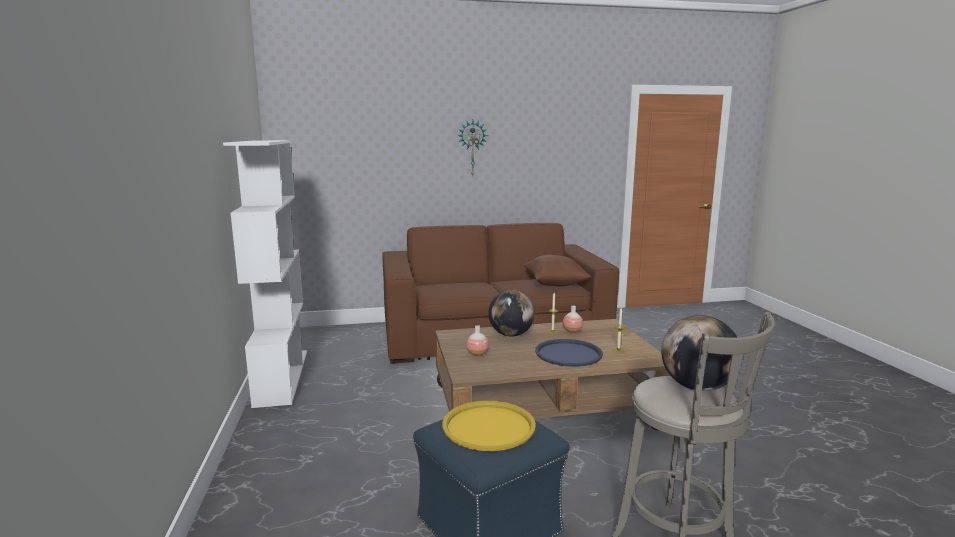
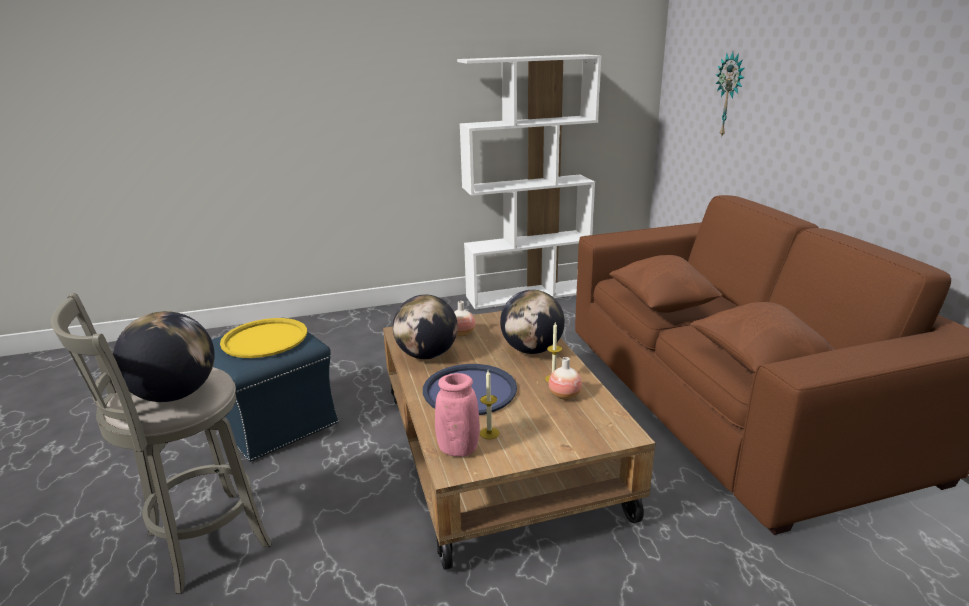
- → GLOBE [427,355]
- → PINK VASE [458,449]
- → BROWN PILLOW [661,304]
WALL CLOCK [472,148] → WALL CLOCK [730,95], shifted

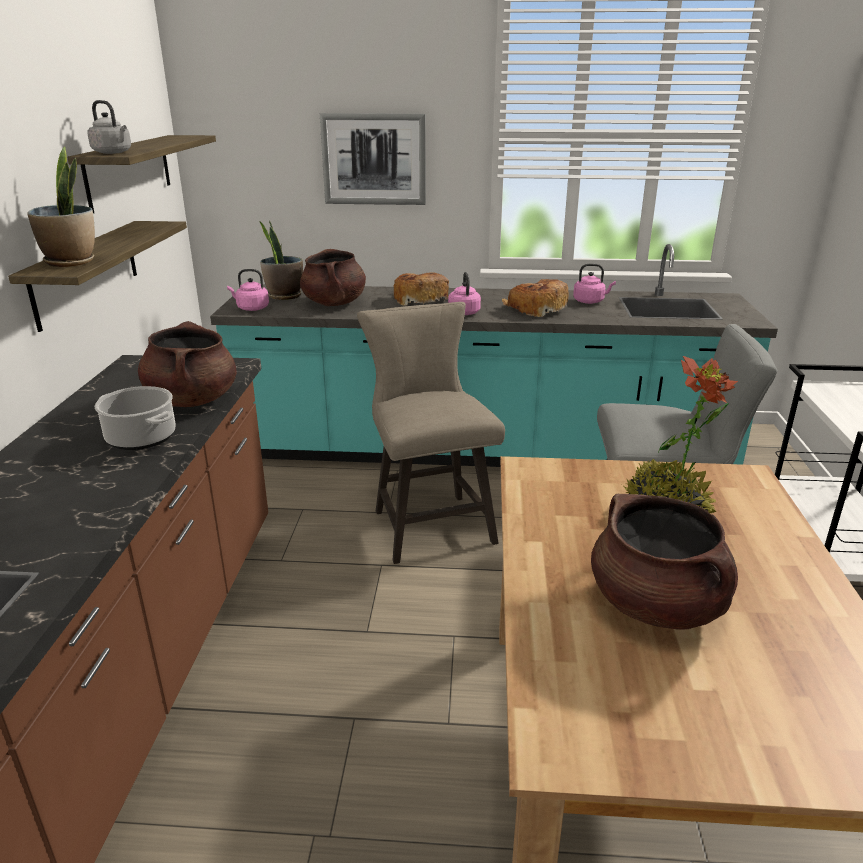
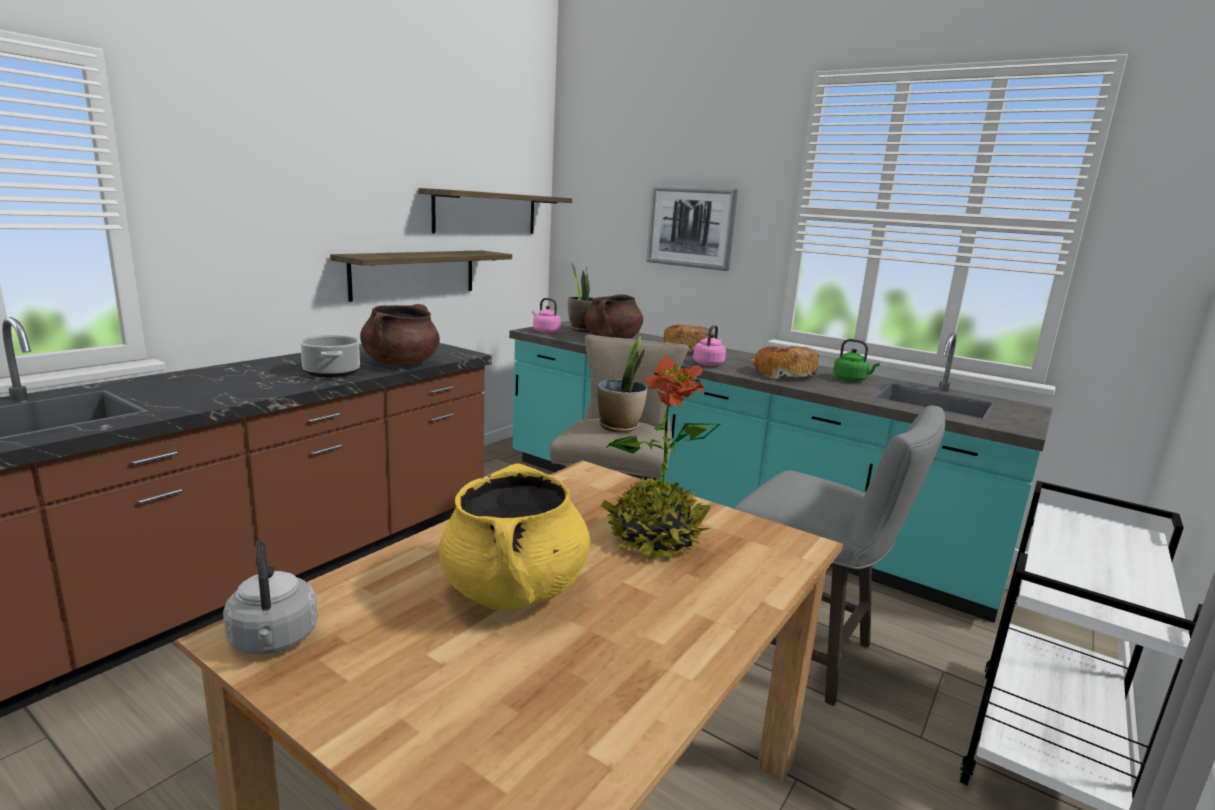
GREY KETTLE [113,152] → GREY KETTLE [274,641], shifted
BROWN COOKING POT [657,605] → YELLOW COOKING POT [514,590]
POTTED PLANT [71,262] → POTTED PLANT [619,427], shifted
PINK KETTLE [590,301] → GREEN KETTLE [851,380]

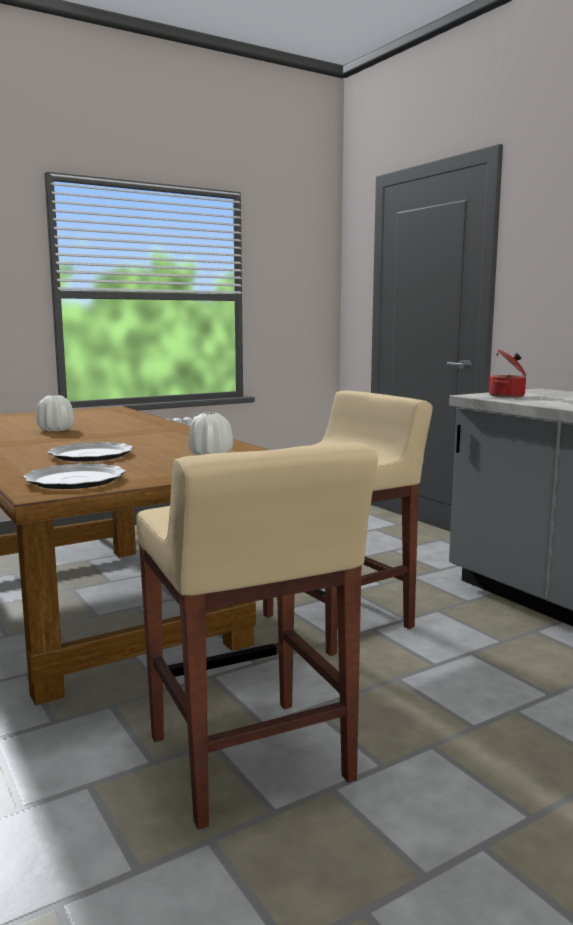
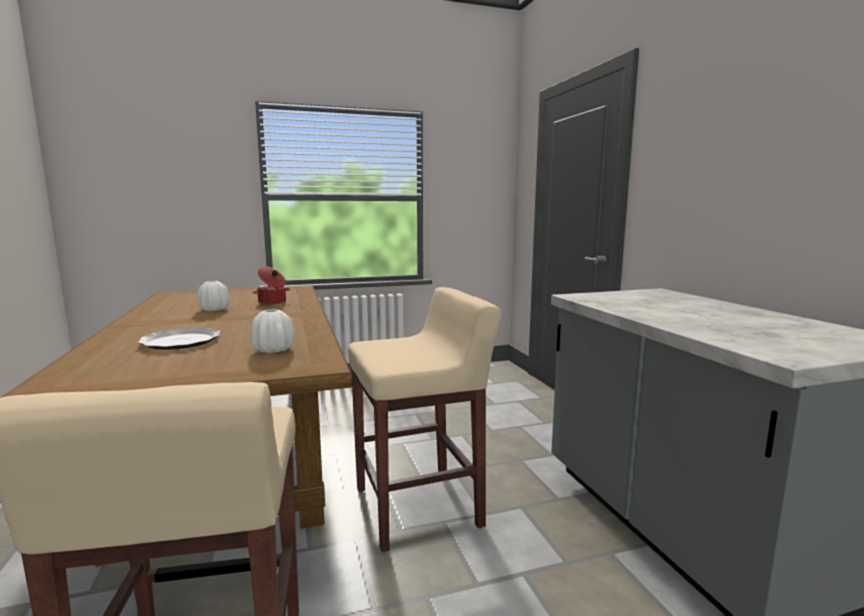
COOKING POT [507,396] → COOKING POT [272,302], shifted
PLATE [74,480] → -

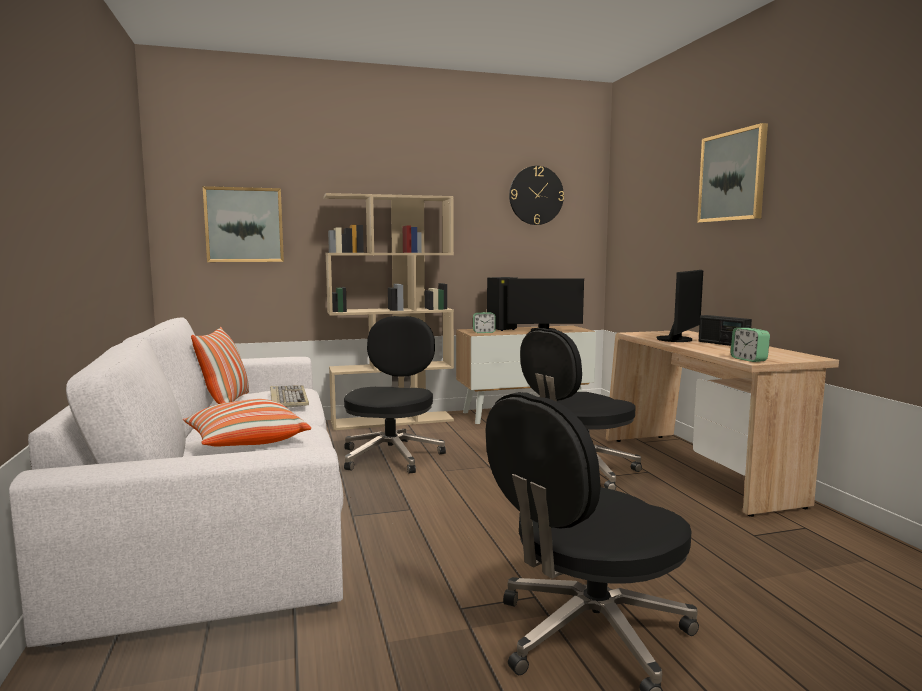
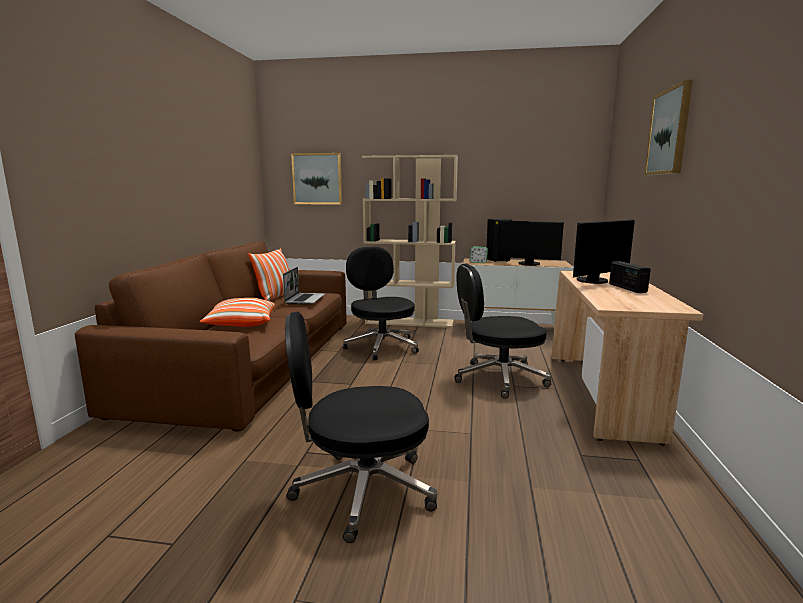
WHITE SOFA [226,507] → BROWN SOFA [252,363]
KEYBOARD [288,399] → LAPTOP [305,299]
BLACK OFFICE CHAIR [392,456] → BLACK OFFICE CHAIR [381,346], 60 degrees counterclockwise
WALL CLOCK [536,195] → -
ALARM CLOCK [748,359] → -

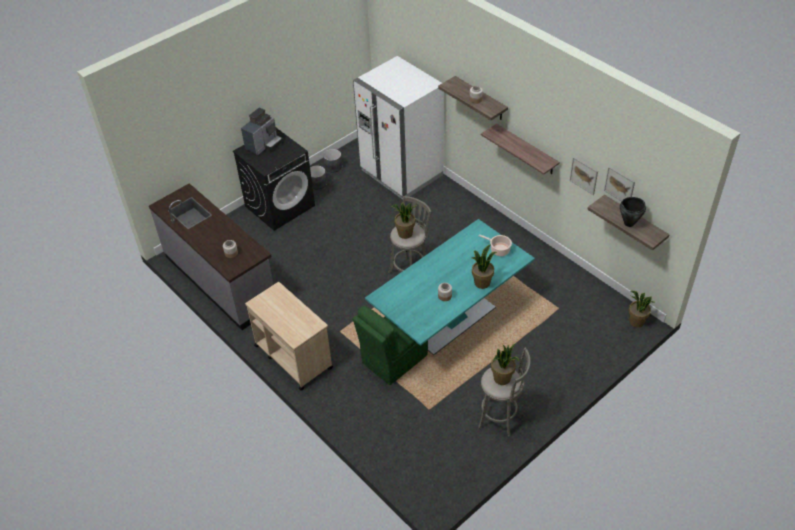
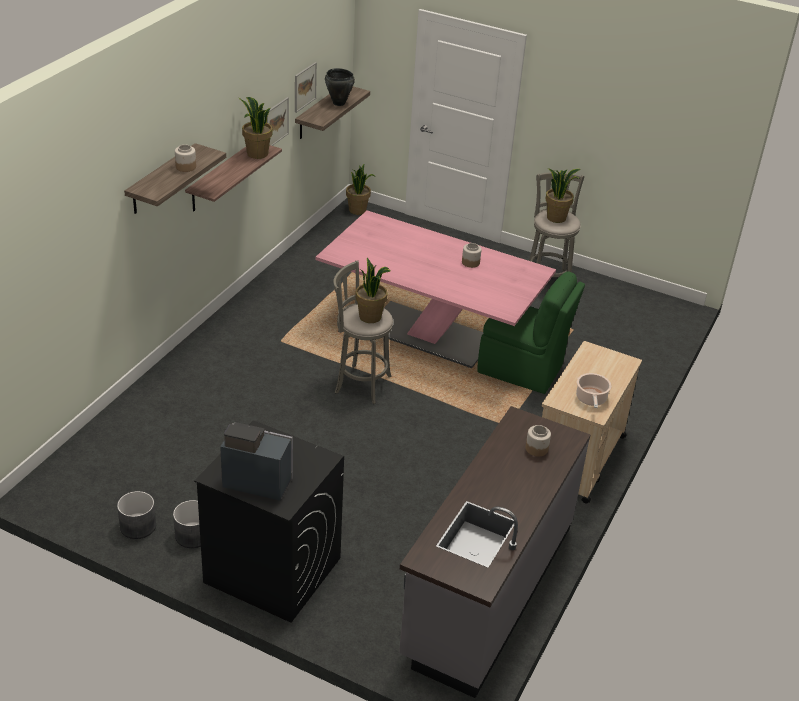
POTTED PLANT [482,282] → POTTED PLANT [257,154], shifted
TURQUOISE DINING TABLE [450,319] → PINK DINING TABLE [429,335]
COOKING POT [498,250] → COOKING POT [591,399], shifted
WHITE FRIDGE [401,173] → -

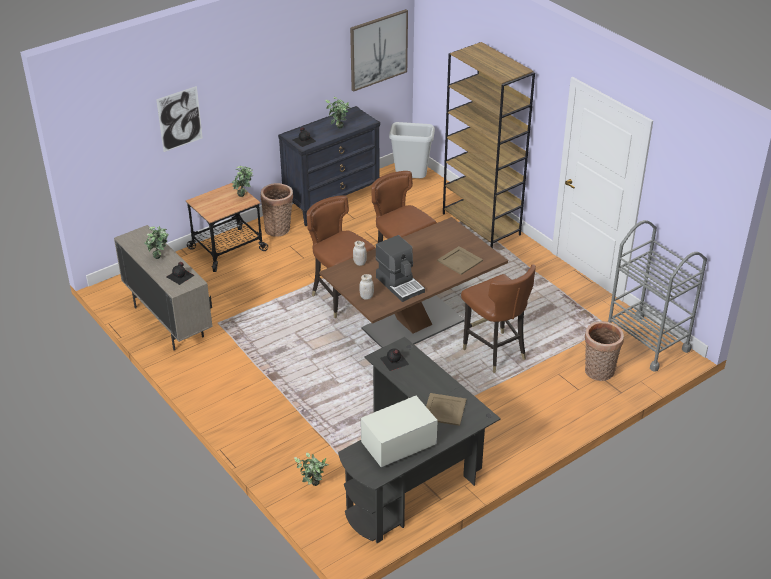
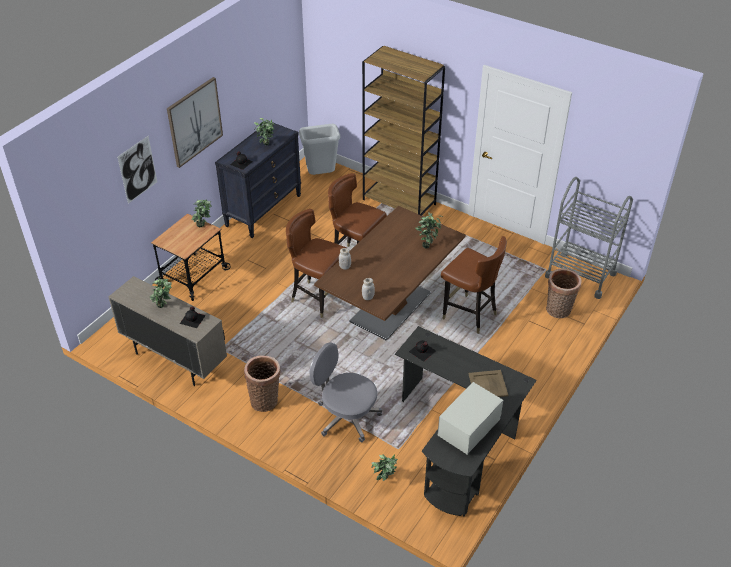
PICTURE [378,49] → PICTURE [194,122], shifted
BASKET [279,229] → BASKET [265,400], shifted
- → GREY OFFICE CHAIR [346,416]
BEIGE TRAY [460,260] → POTTED PLANT [427,244]
COFFEE MACHINE [400,284] → -

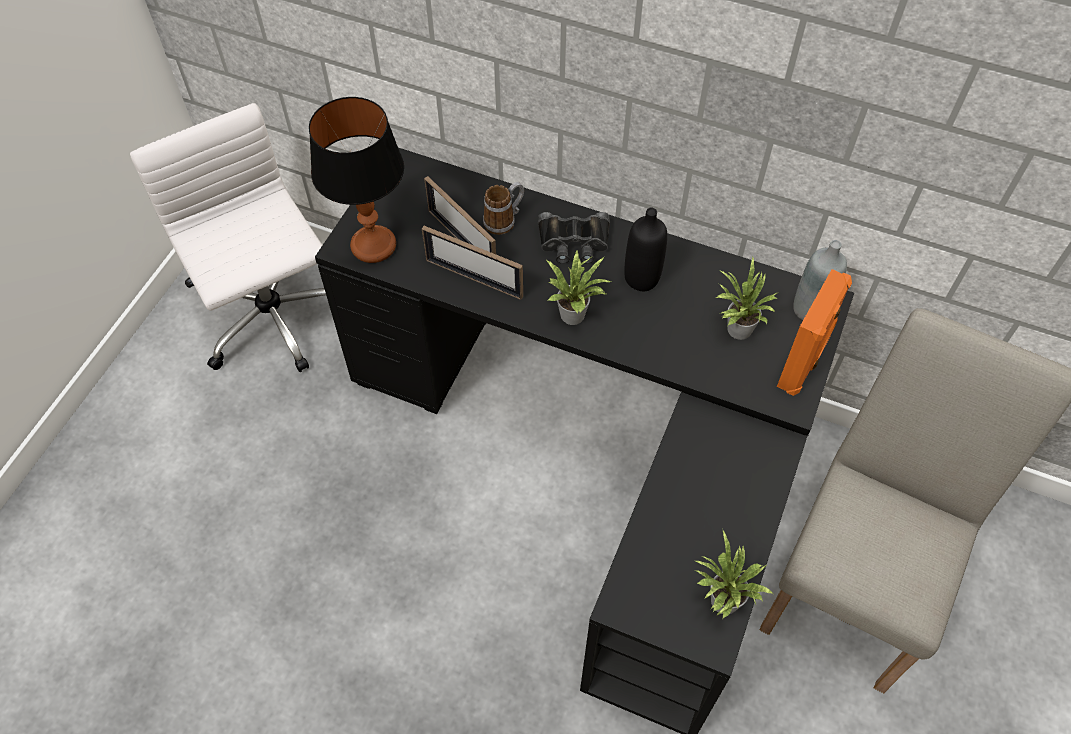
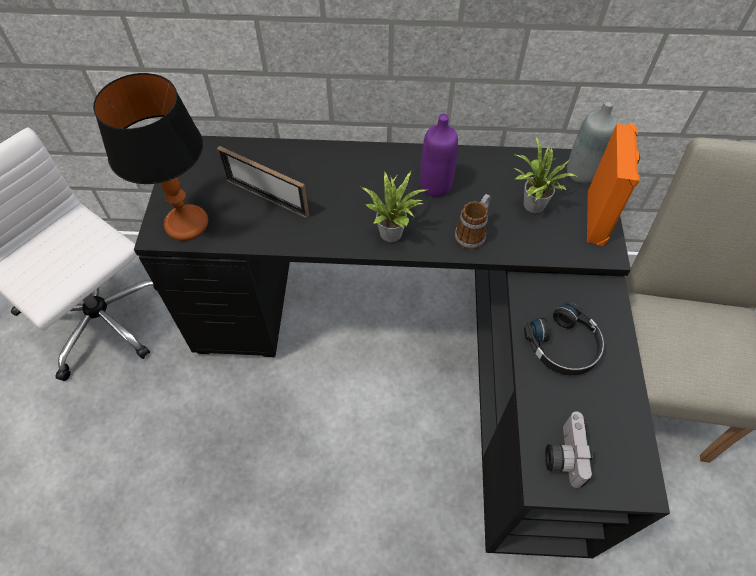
BLACK BOTTLE [642,278] → PURPLE BOTTLE [435,186]
MUG [504,220] → MUG [473,233], shifted
- → BLACK HEADPHONES [564,346]
- → PHOTO CAMERA [562,454]
PICTURE FRAME [474,278] → -
BLACK BINOCULARS [574,242] → -
POTTED PLANT [721,602] → -

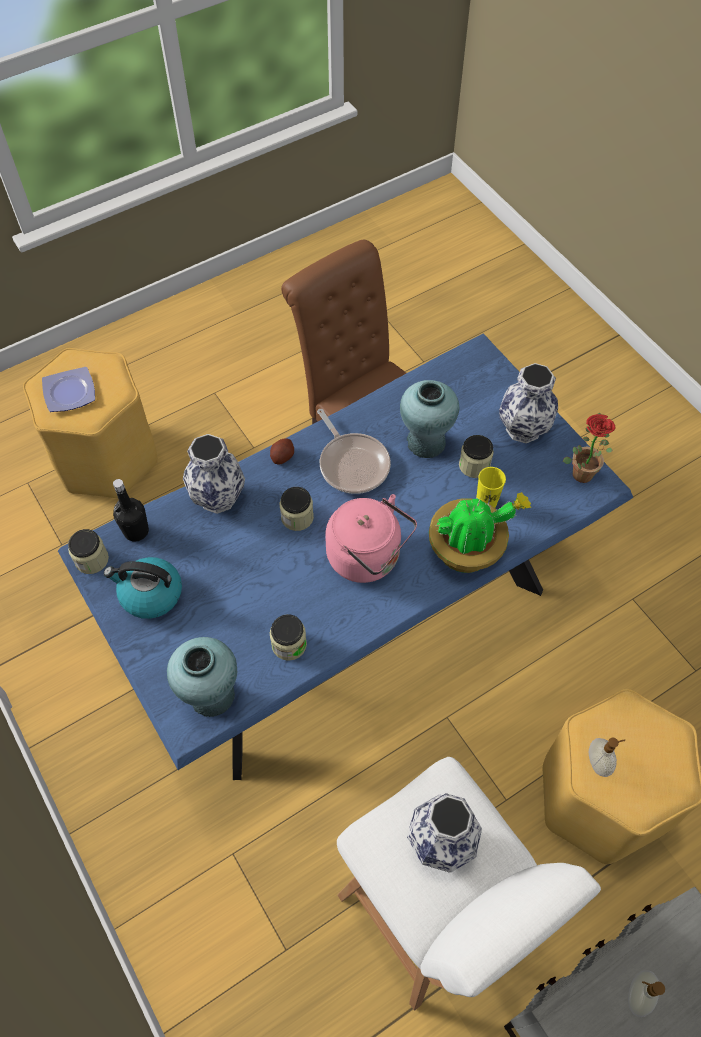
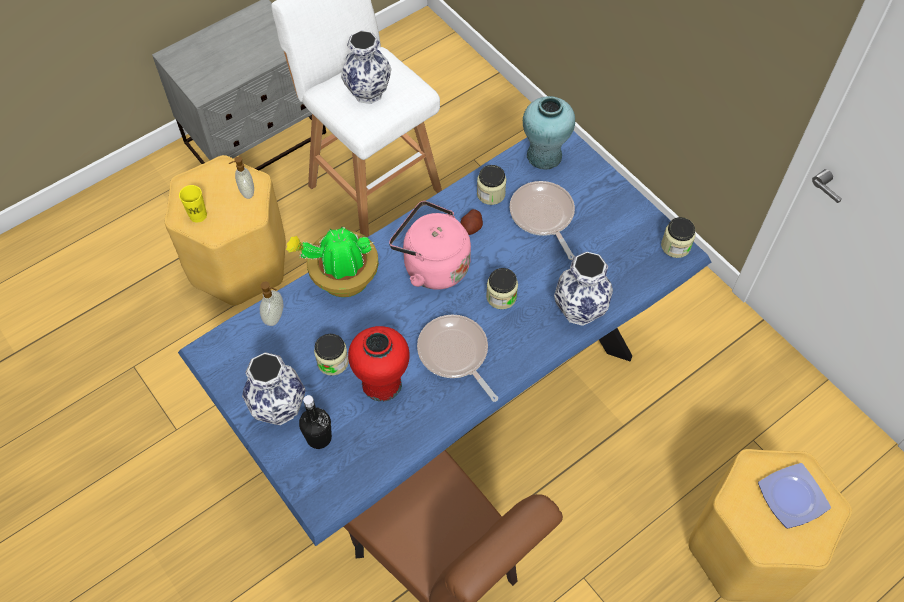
YELLOW CUP [486,501] → YELLOW CUP [198,215], shifted
SOAP DISPENSER [635,994] → SOAP DISPENSER [275,317], shifted
BLACK BOTTLE [136,531] → BLACK BOTTLE [319,437], shifted
TURQUOISE VASE [426,443] → RED VASE [381,383]
POTATO [282,456] → POTATO [471,227], shifted
- → FRYING PAN [543,216]
KETTLE [150,594] → -
POTTED PLANT [581,470] → -

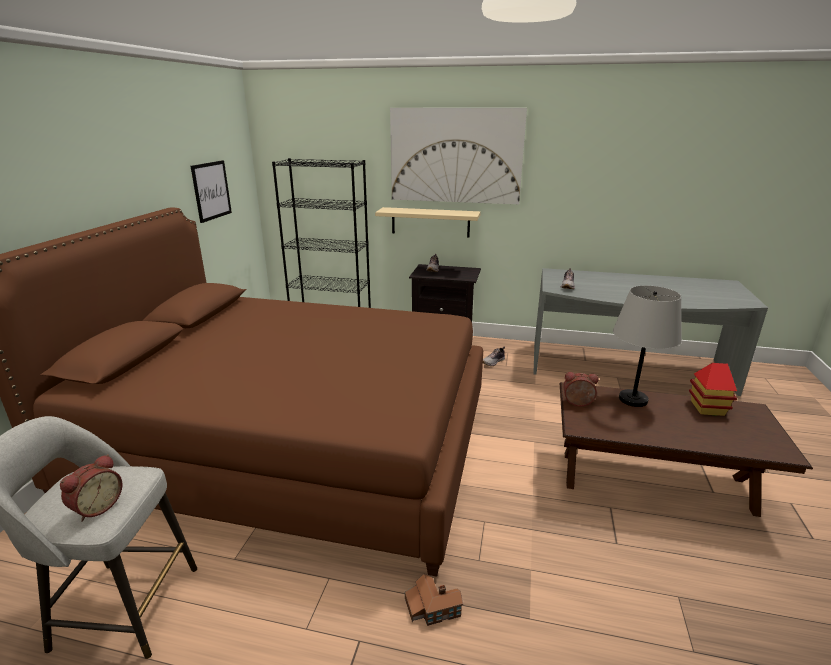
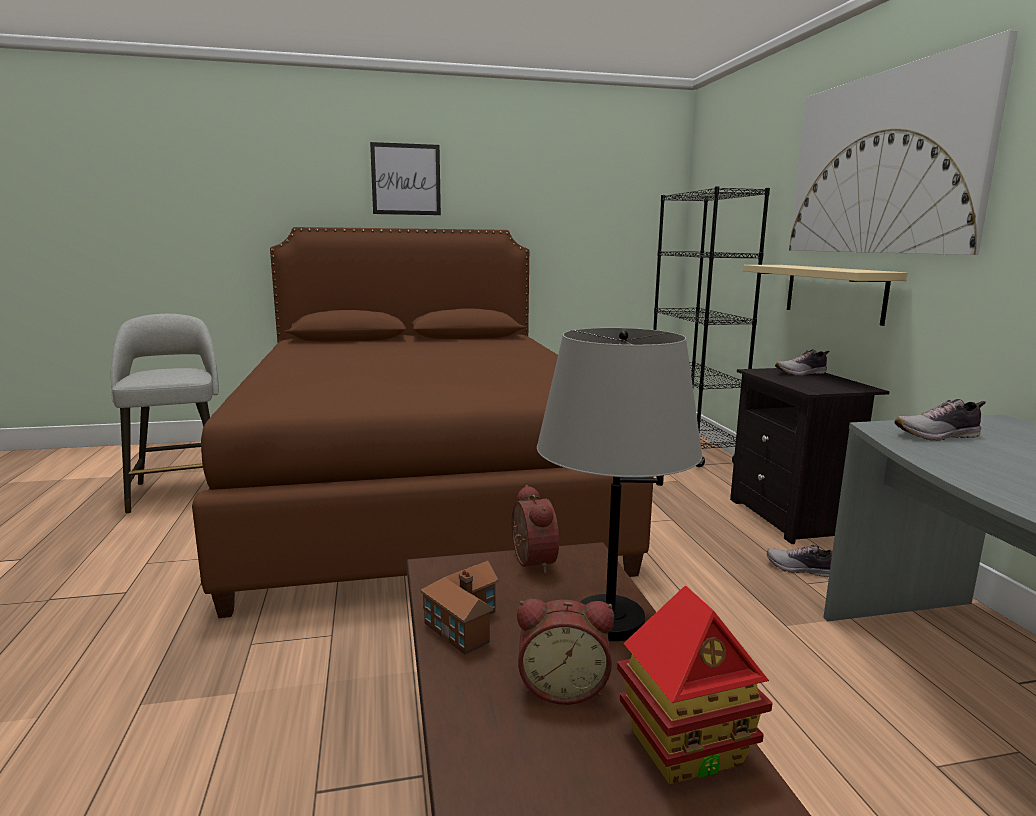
PICTURE [211,190] → PICTURE [406,179], shifted
TOY HOUSE [432,608] → TOY HOUSE [462,620], shifted
ALARM CLOCK [97,507] → ALARM CLOCK [563,686], shifted

